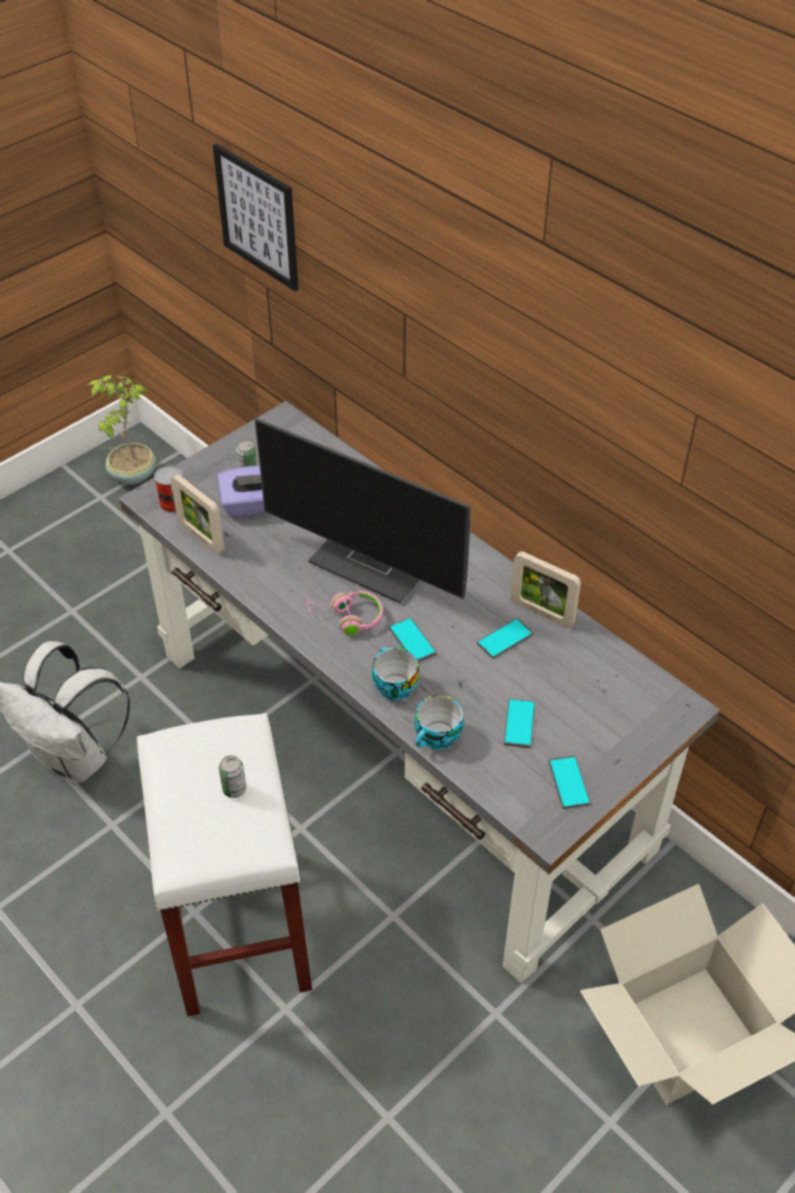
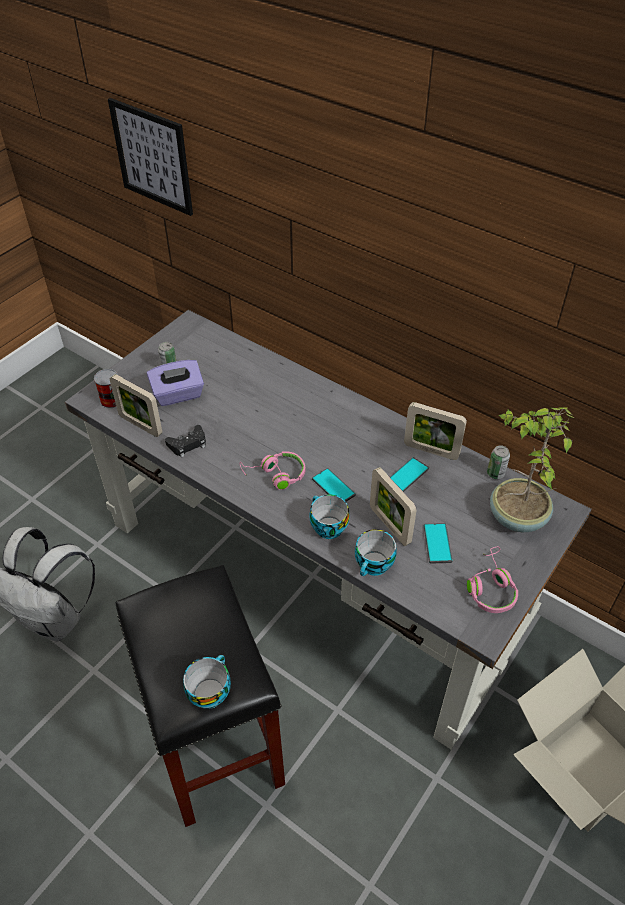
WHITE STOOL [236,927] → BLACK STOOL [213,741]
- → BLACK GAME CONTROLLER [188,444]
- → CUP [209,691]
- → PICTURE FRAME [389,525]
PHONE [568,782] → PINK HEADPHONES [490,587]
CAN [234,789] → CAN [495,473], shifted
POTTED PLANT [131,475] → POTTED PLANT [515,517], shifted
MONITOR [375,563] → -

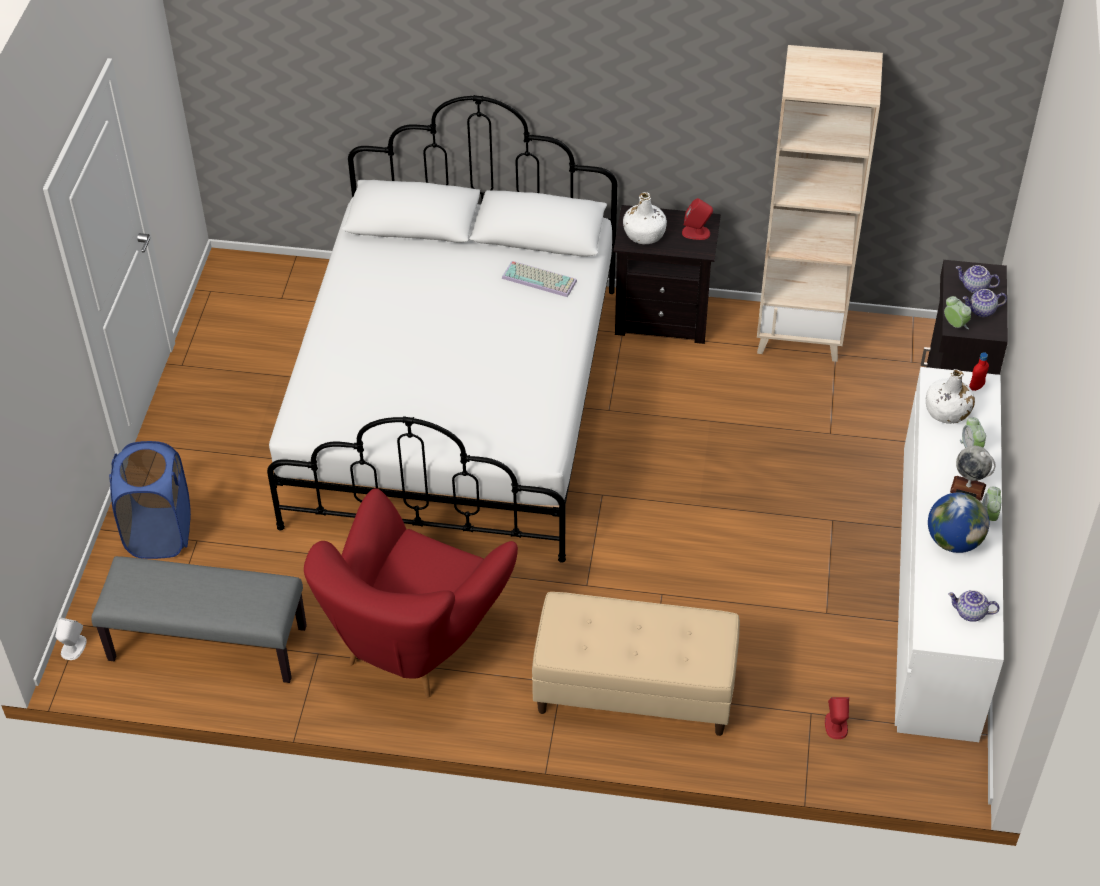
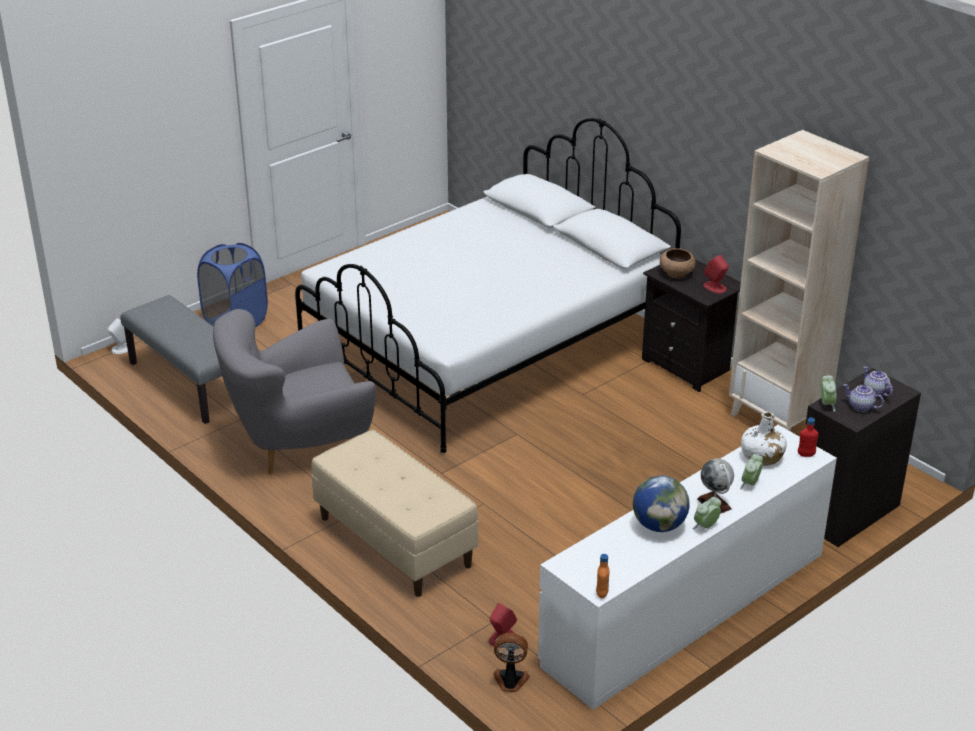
RED ARMCHAIR [414,642] → GREY ARMCHAIR [299,444]
- → FAN [510,681]
- → ORANGE BOTTLE [602,593]
WHITE BOTTLE [644,234] → BROWN BOWL [677,273]
KEYBOARD [540,279] → -
TEAPOT [970,613] → -

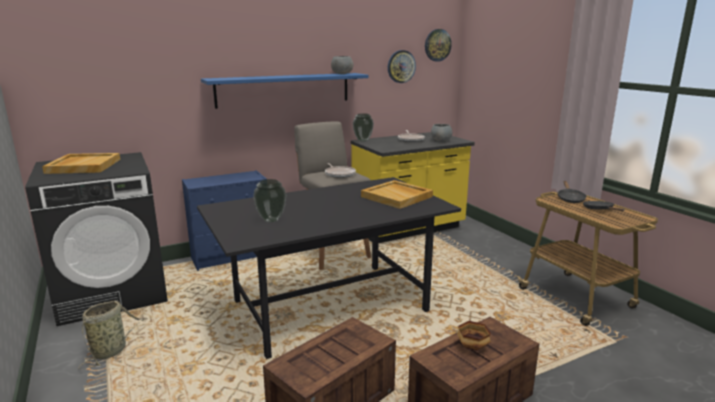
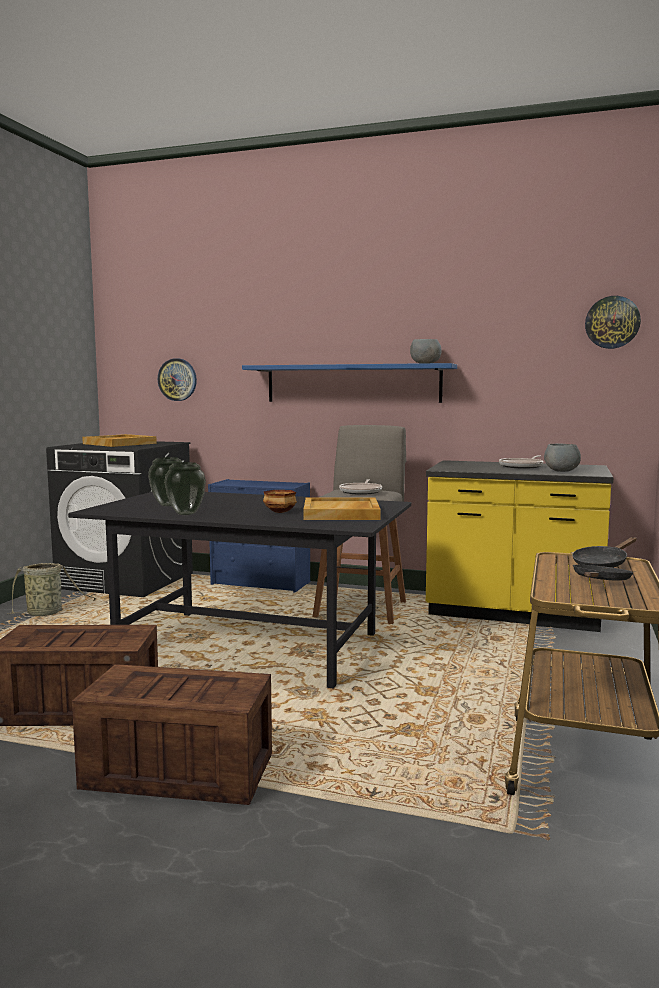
WALL CLOCK [401,66] → WALL CLOCK [177,379], shifted
VASE [363,140] → VASE [186,513], shifted
BOWL [471,347] → BOWL [279,512], shifted

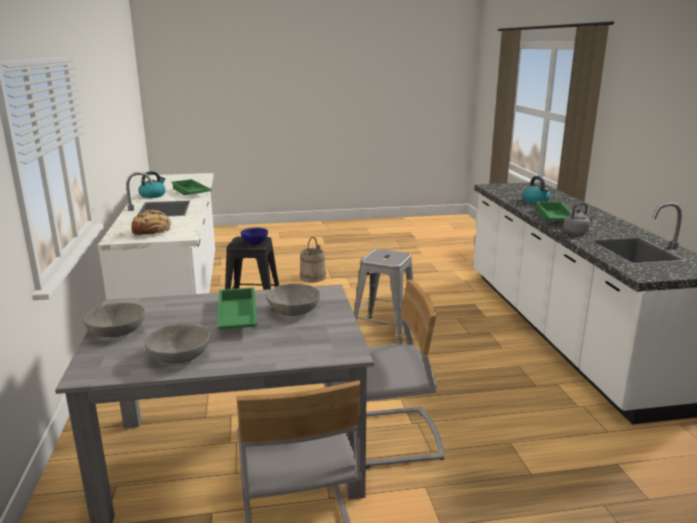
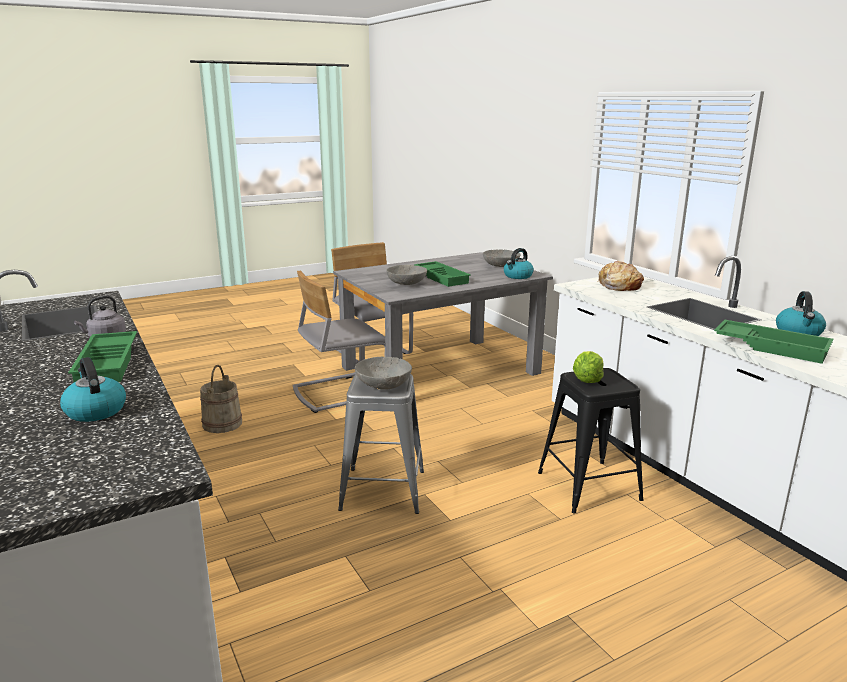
BEIGE BUCKET [313,277] → BEIGE BUCKET [222,424], shifted
GREY BOWL [179,357] → GREY BOWL [383,385], shifted
- → KETTLE [517,276]
BLUE BOWL [255,243] → LETTUCE [587,380]

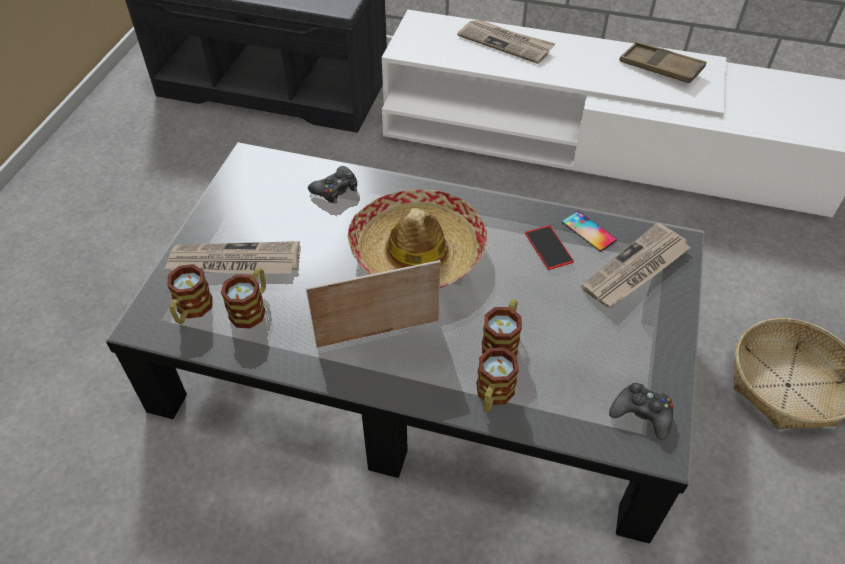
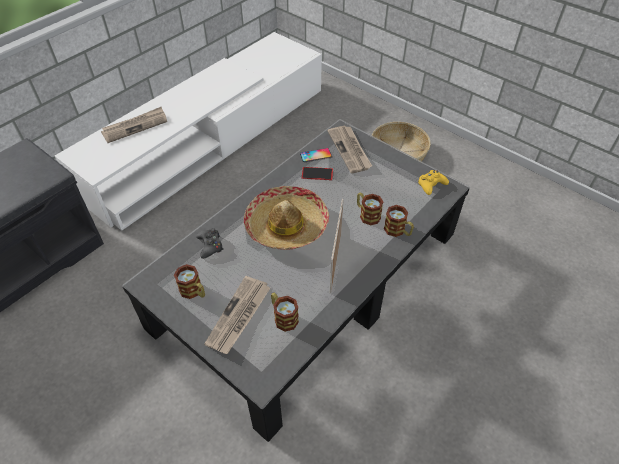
MUG [191,310] → MUG [194,291], shifted
BLACK GAME CONTROLLER [642,414] → YELLOW GAME CONTROLLER [431,185]
BROWN TRAY [660,68] → -

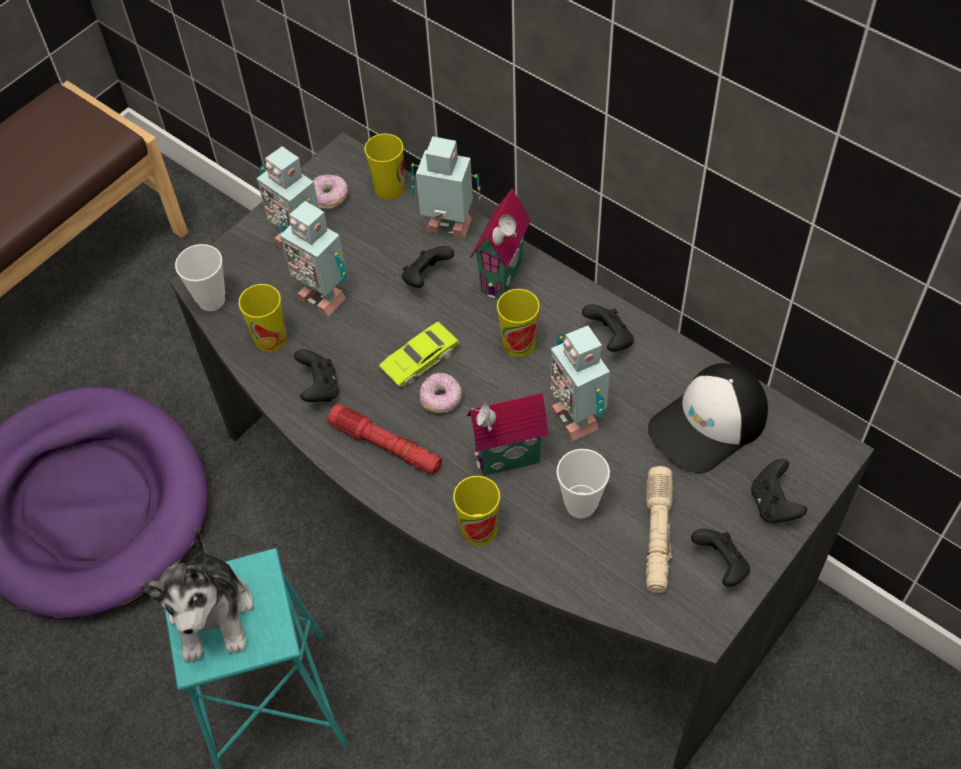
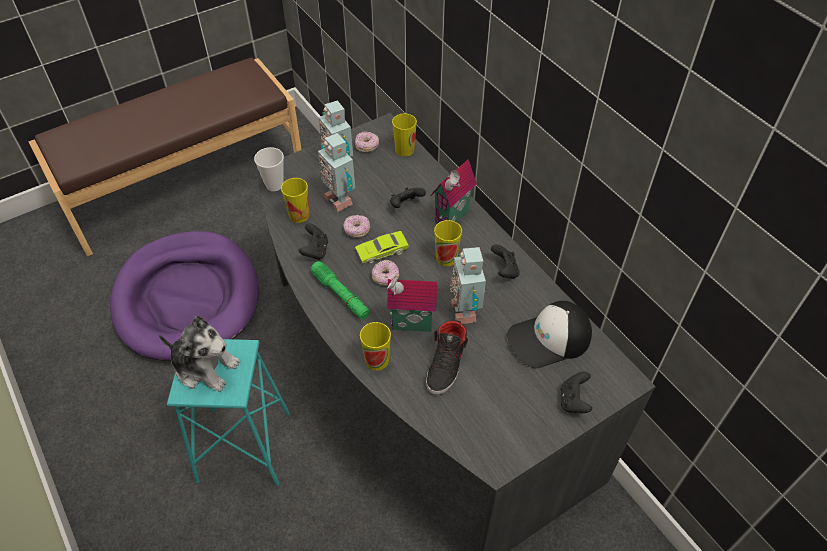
PLUSH TOY [212,613] → PLUSH TOY [205,366], 75 degrees counterclockwise
RED FLASHLIGHT [386,446] → GREEN FLASHLIGHT [340,295]
- → DONUT [357,230]
CUP [581,505] → BLACK SHOE [446,364]
TOY ROBOT [449,229] → -
BEIGE FLASHLIGHT [657,535] → -
BLACK GAME CONTROLLER [720,565] → -

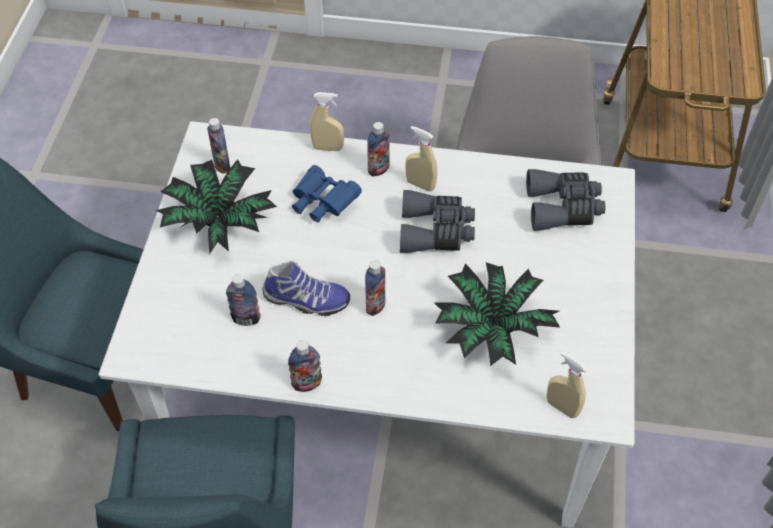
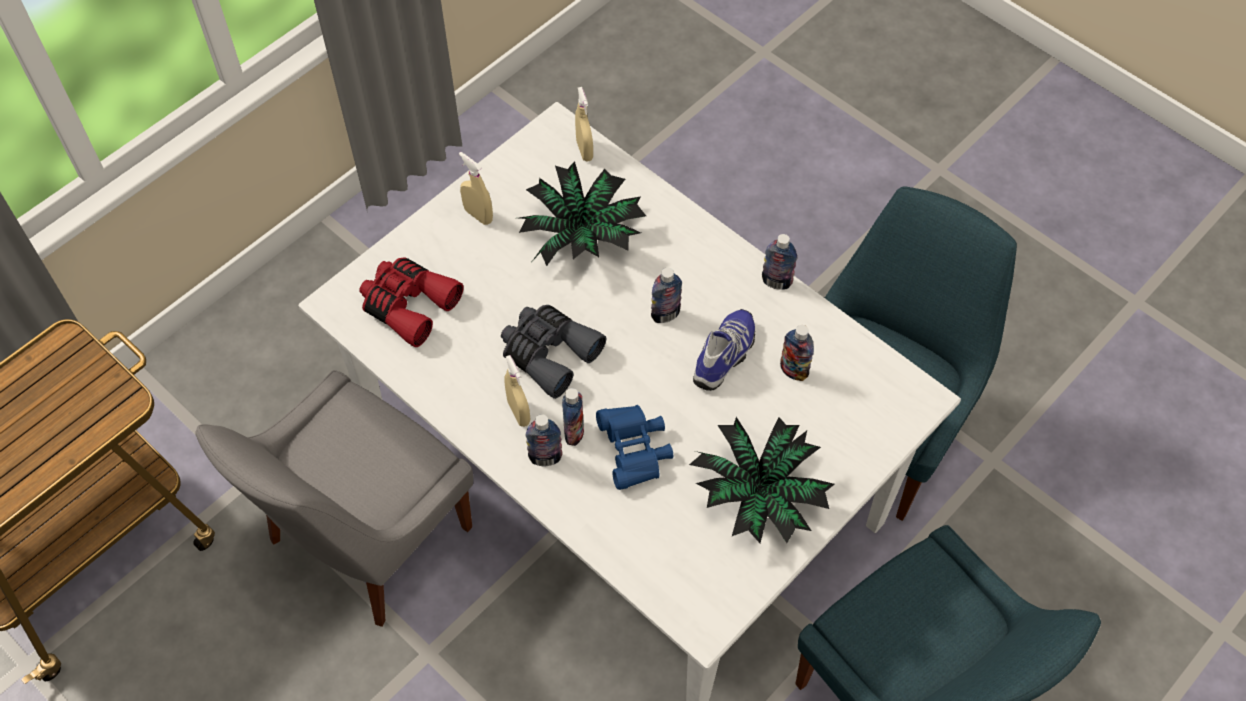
GREY BINOCULARS [563,207] → RED BINOCULARS [408,305]
BEIGE SPRAY BOTTLE [328,148] → BEIGE SPRAY BOTTLE [478,215], shifted
BOTTLE [222,165] → BOTTLE [574,433], shifted
SHOE [306,301] → SHOE [726,356], 75 degrees clockwise

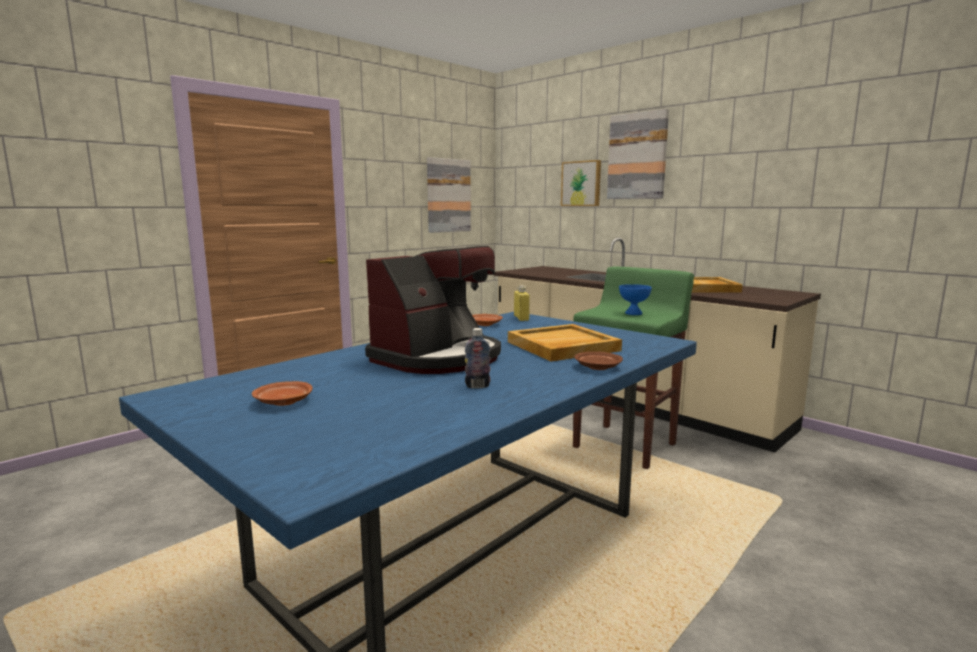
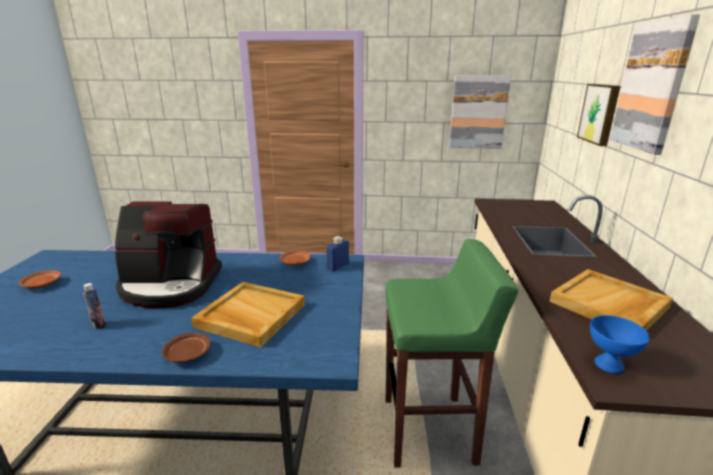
YELLOW BOTTLE [521,318] → BLUE BOTTLE [338,266]
BLUE BOWL [633,313] → BLUE BOWL [608,365], shifted

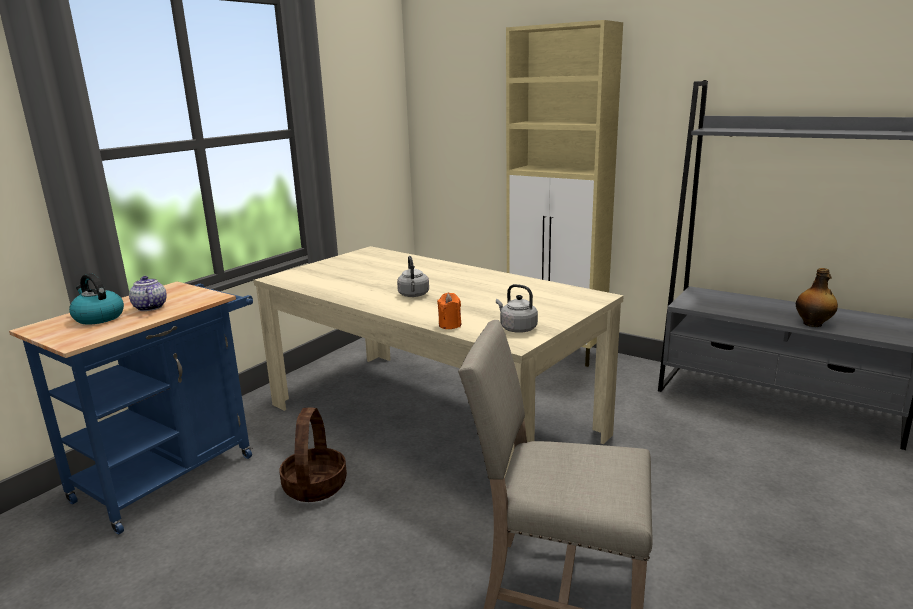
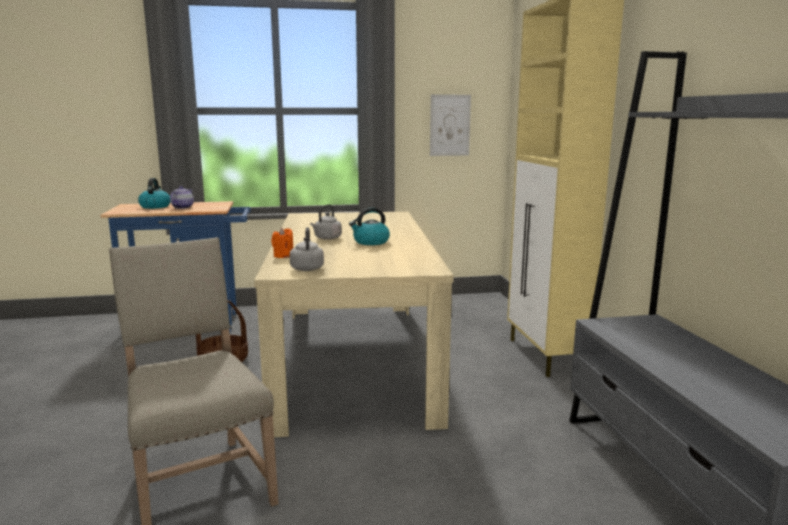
- → KETTLE [370,242]
- → PICTURE [450,125]
BOTTLE [813,324] → -

